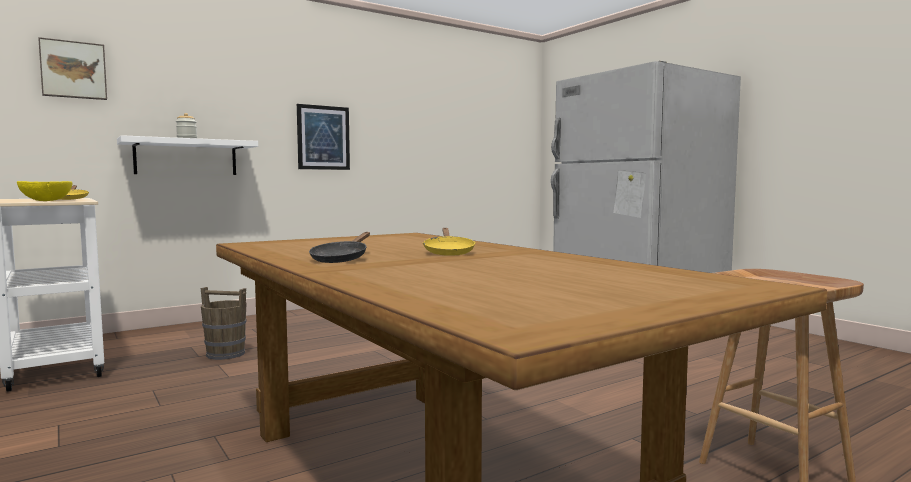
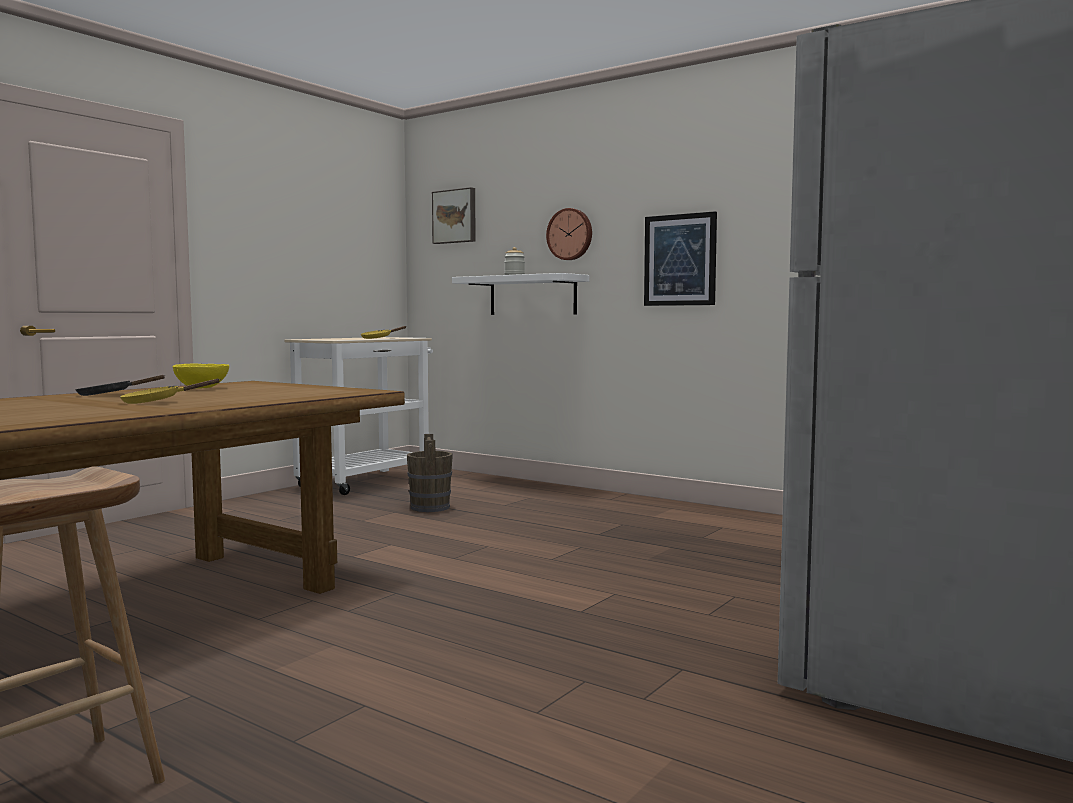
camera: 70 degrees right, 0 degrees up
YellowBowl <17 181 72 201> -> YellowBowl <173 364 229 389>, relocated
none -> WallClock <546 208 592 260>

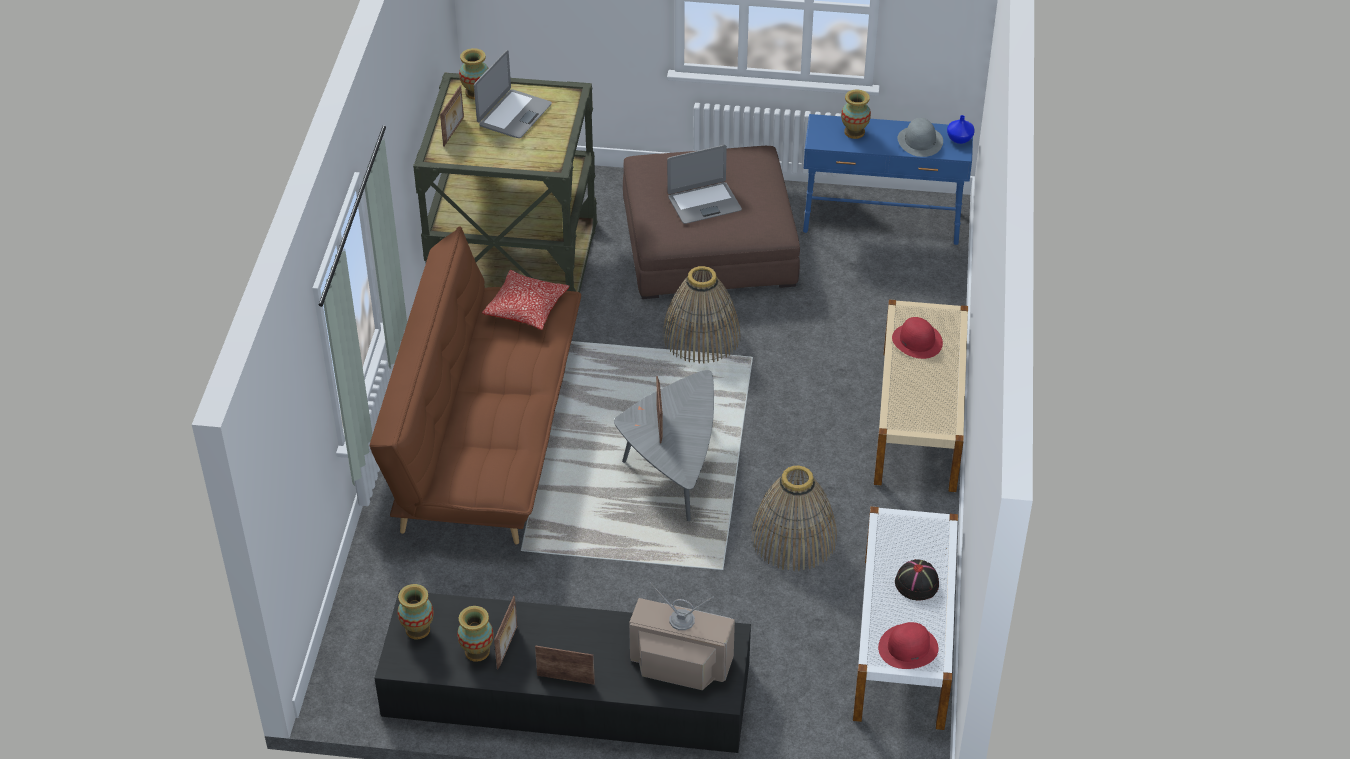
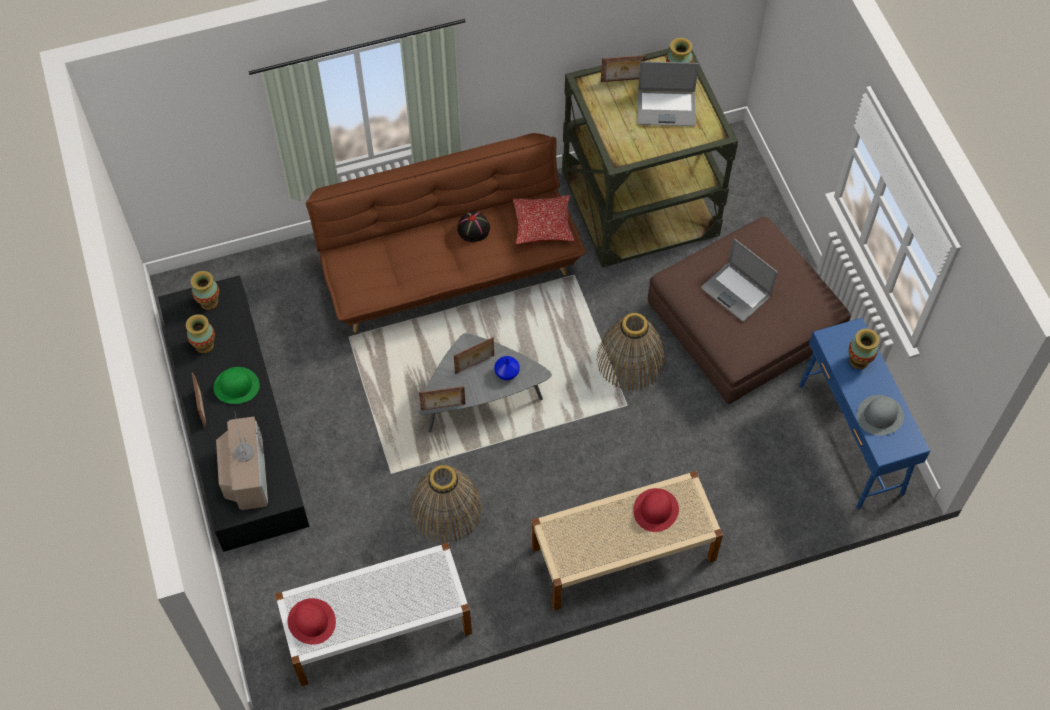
camera: 65 degrees right, 15 degrees up
none -> GreenHat <214 367 260 404>
PictureFrame <494 596 517 669> -> PictureFrame <419 386 465 410>, relocated
BlackHat <895 559 939 601> -> BlackHat <457 211 490 242>, relocated
BlueVase <947 115 975 144> -> BlueVase <494 356 520 380>, relocated

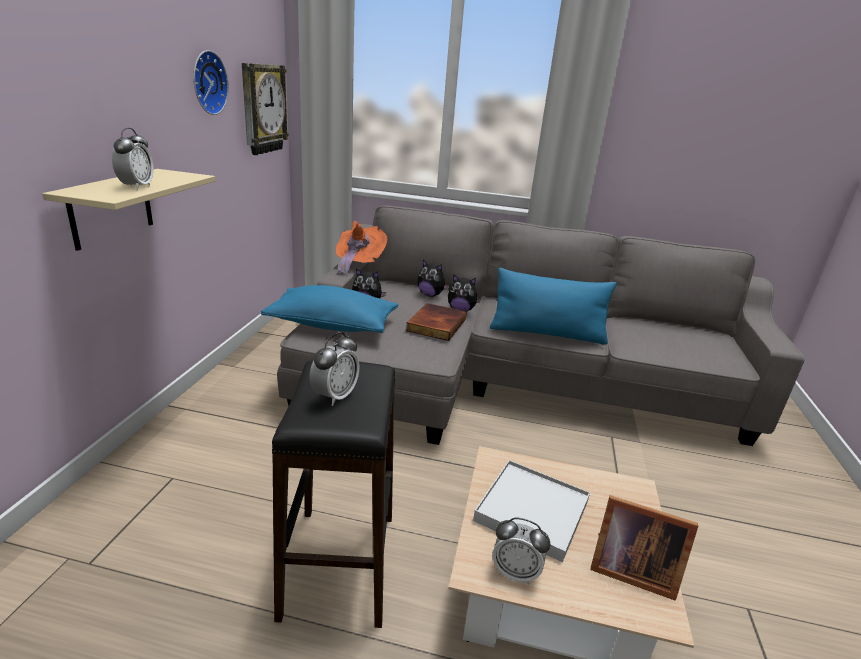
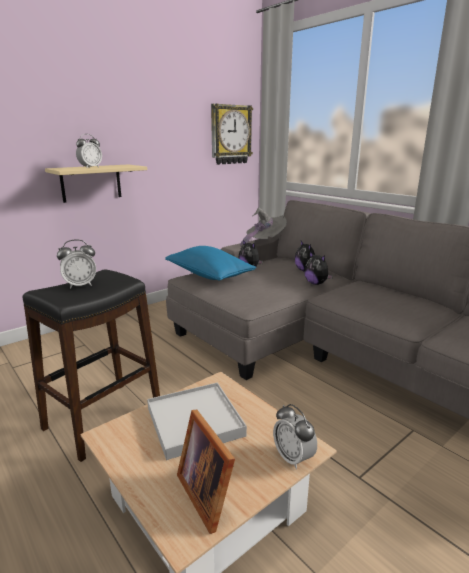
camera: 40 degrees right, 5 degrees down
OrangeHat <336 221 387 276> -> GreyHat <240 207 287 246>
AlarmClock <493 518 550 584> -> AlarmClock <273 404 317 470>, relocated
WallClock <193 50 229 115> -> none
Book <406 303 467 341> -> none
BluePillow <490 268 617 345> -> none

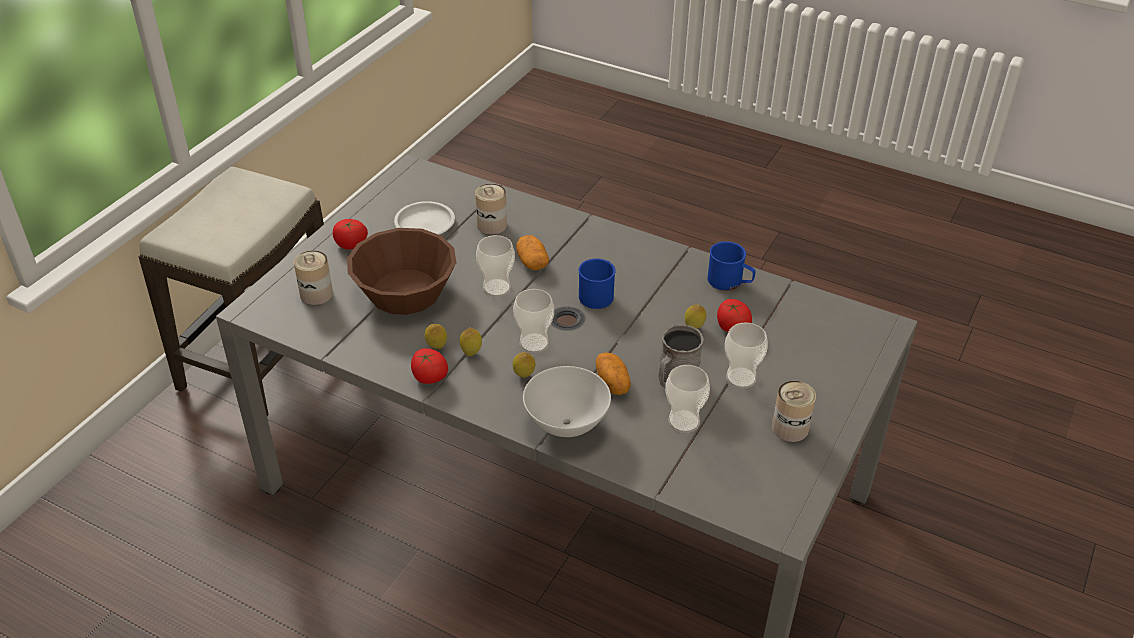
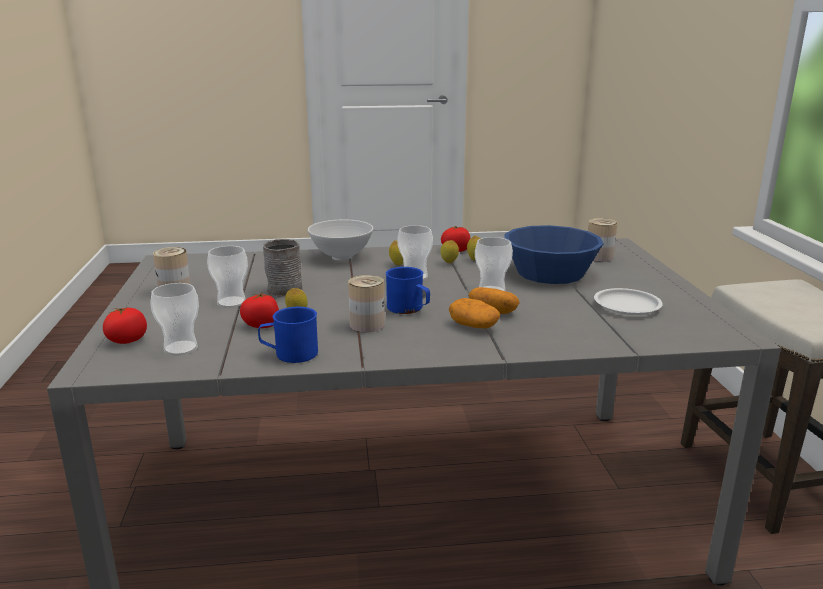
camera: 145 degrees right, 20 degrees down
Tomato <333 219 368 250> -> Tomato <103 307 147 344>, relocated
Cup <665 365 710 433> -> Cup <150 283 199 355>, relocated
Can <475 184 507 234> -> Can <348 275 385 332>, relocated
Potato <596 352 631 395> -> Potato <449 298 500 328>, relocated
BrownBowl <347 228 456 315> -> BlueBowl <504 225 604 284>

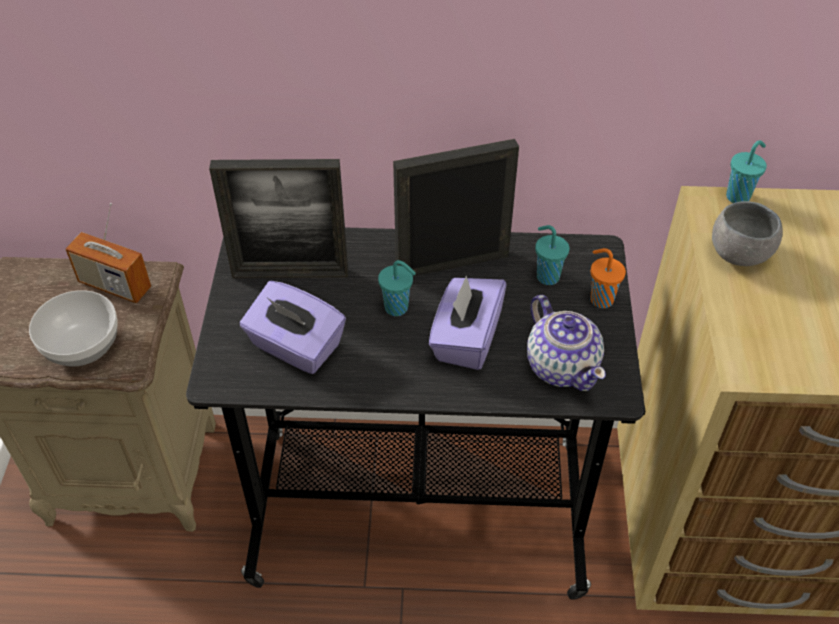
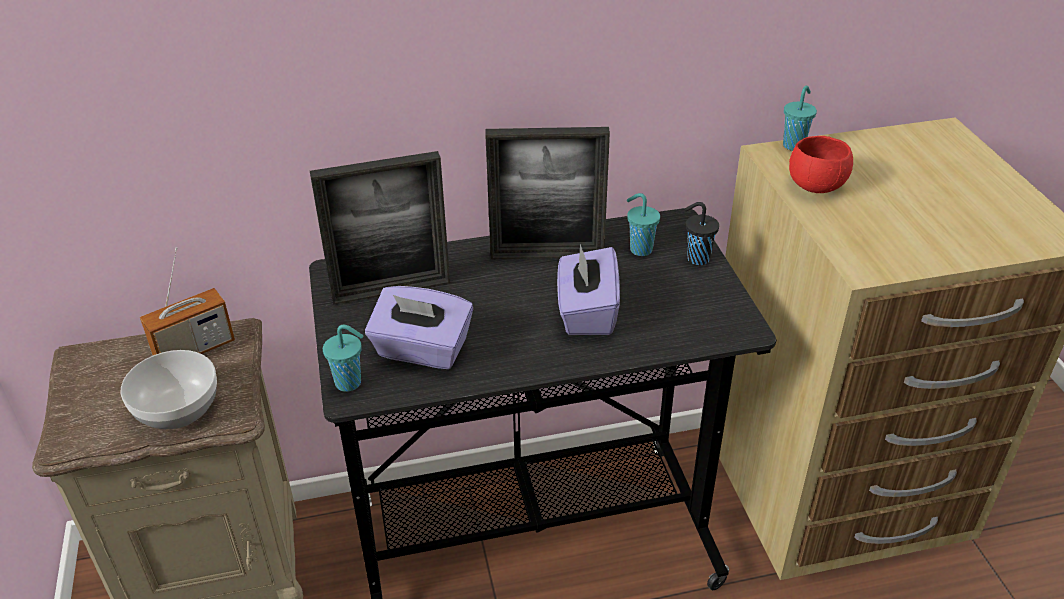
camera: 15 degrees left, 10 degrees down
Radio <66 203 151 303> -> Radio <140 247 235 355>, 45 degrees counterclockwise
TurquoiseCup <378 260 416 316> -> TurquoiseCup <323 325 364 392>, relocated
PictureFrame <393 139 519 276> -> PictureFrame <485 127 610 259>, 150 degrees counterclockwise
OrangeCup <591 248 626 308> -> BlackCup <685 202 719 265>
GreyBowl <712 201 783 266> -> RedBowl <789 136 853 193>
Teapot <527 295 606 391> -> none

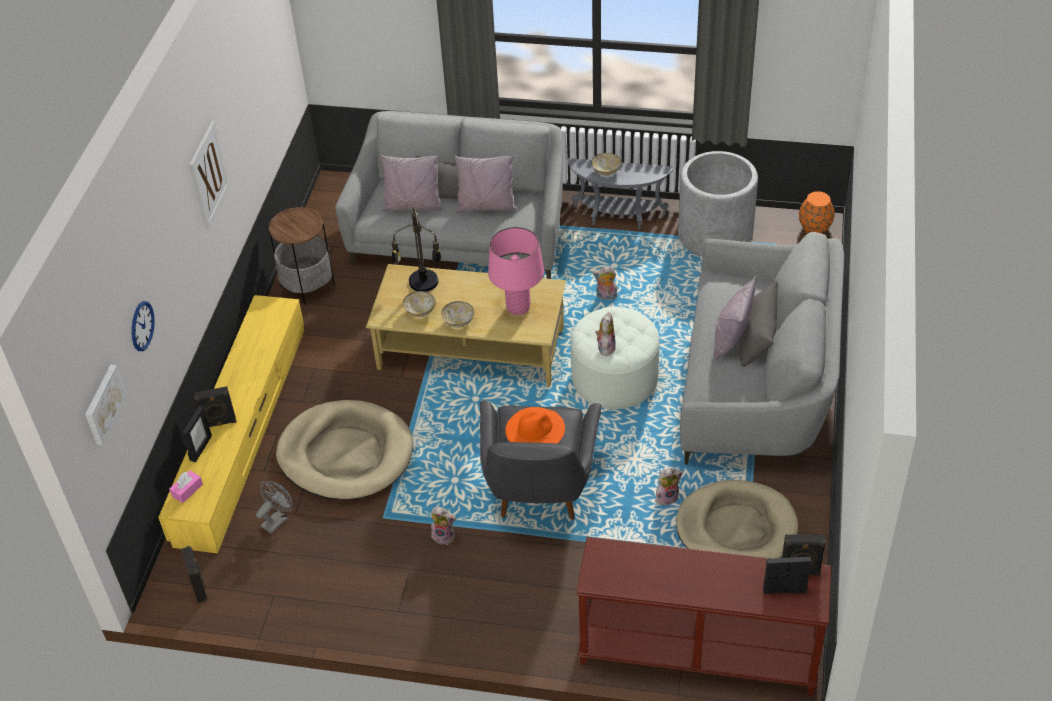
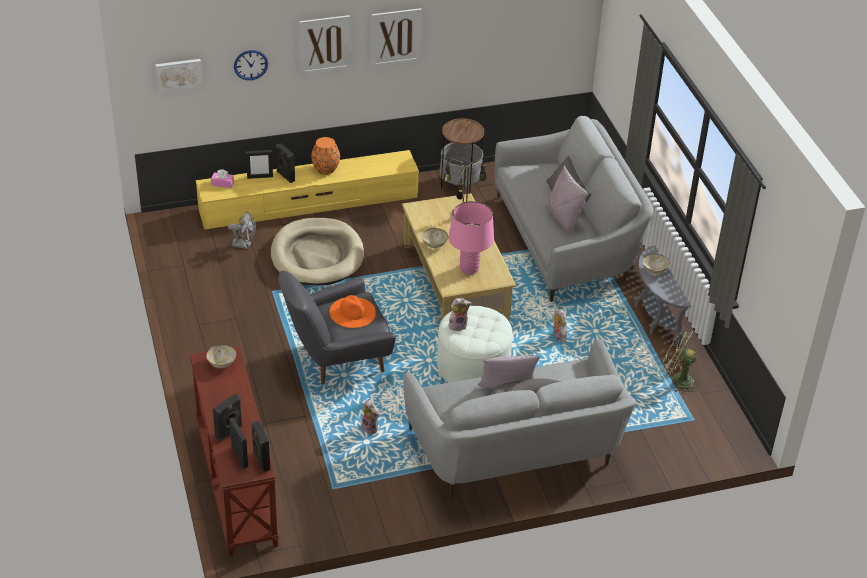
camera: 60 degrees right, 5 degrees down
Bowl <403 291 436 317> -> Bowl <206 344 237 368>, relocated
BlackSpeaker <181 546 207 603> -> BlackSpeaker <213 393 243 441>, relocated
none -> Picture <299 15 350 75>
OrangeVase <799 191 835 234> -> OrangeVase <311 137 340 175>, relocated
GreyPlanter <678 151 758 257> -> GreenFan <661 328 698 395>
PurplePillow <380 155 442 212> -> none
PlushToy <431 507 456 545> -> none
BeigeDogBed <676 480 798 558> -> none

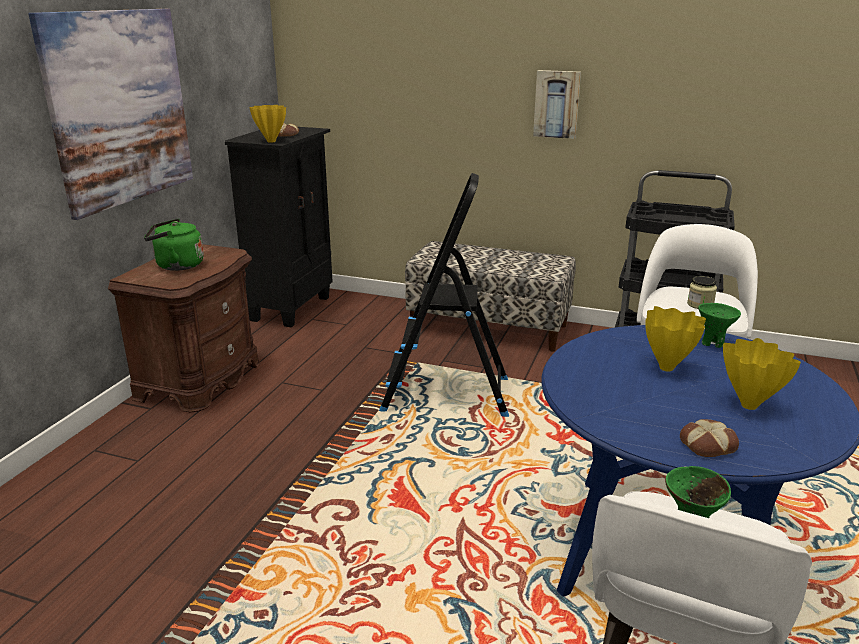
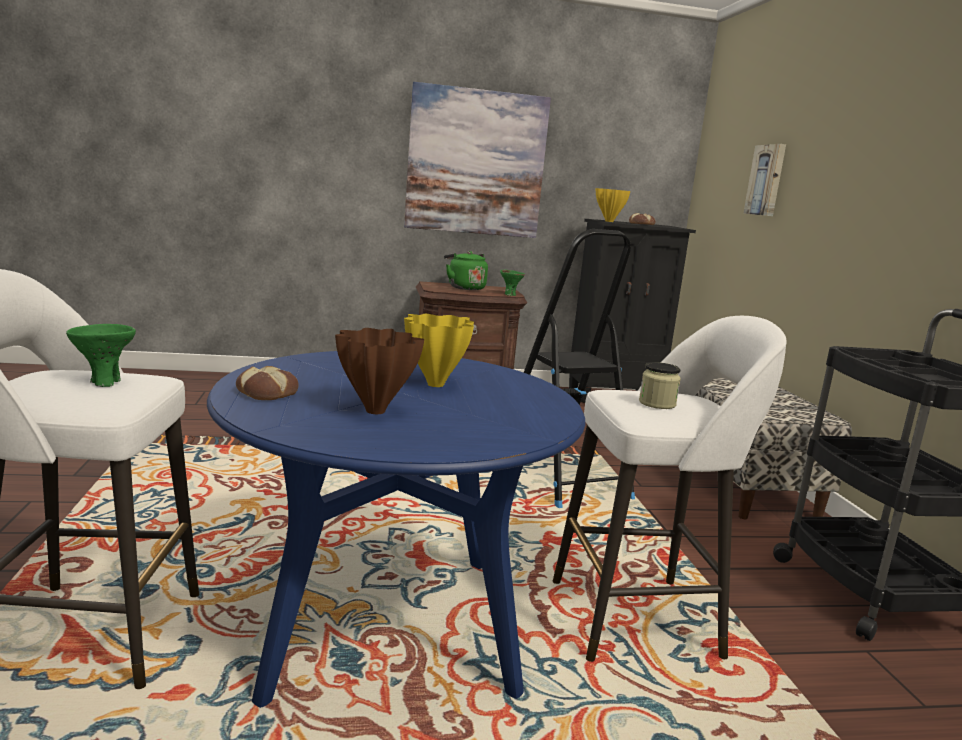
camera: 60 degrees right, 10 degrees down
YellowVase <723 338 801 410> -> BrownVase <335 328 424 414>
GreenBowl <698 303 741 348> -> GreenBowl <500 270 525 296>, relocated
Picture <533 70 581 139> -> Picture <743 144 786 216>, relocated

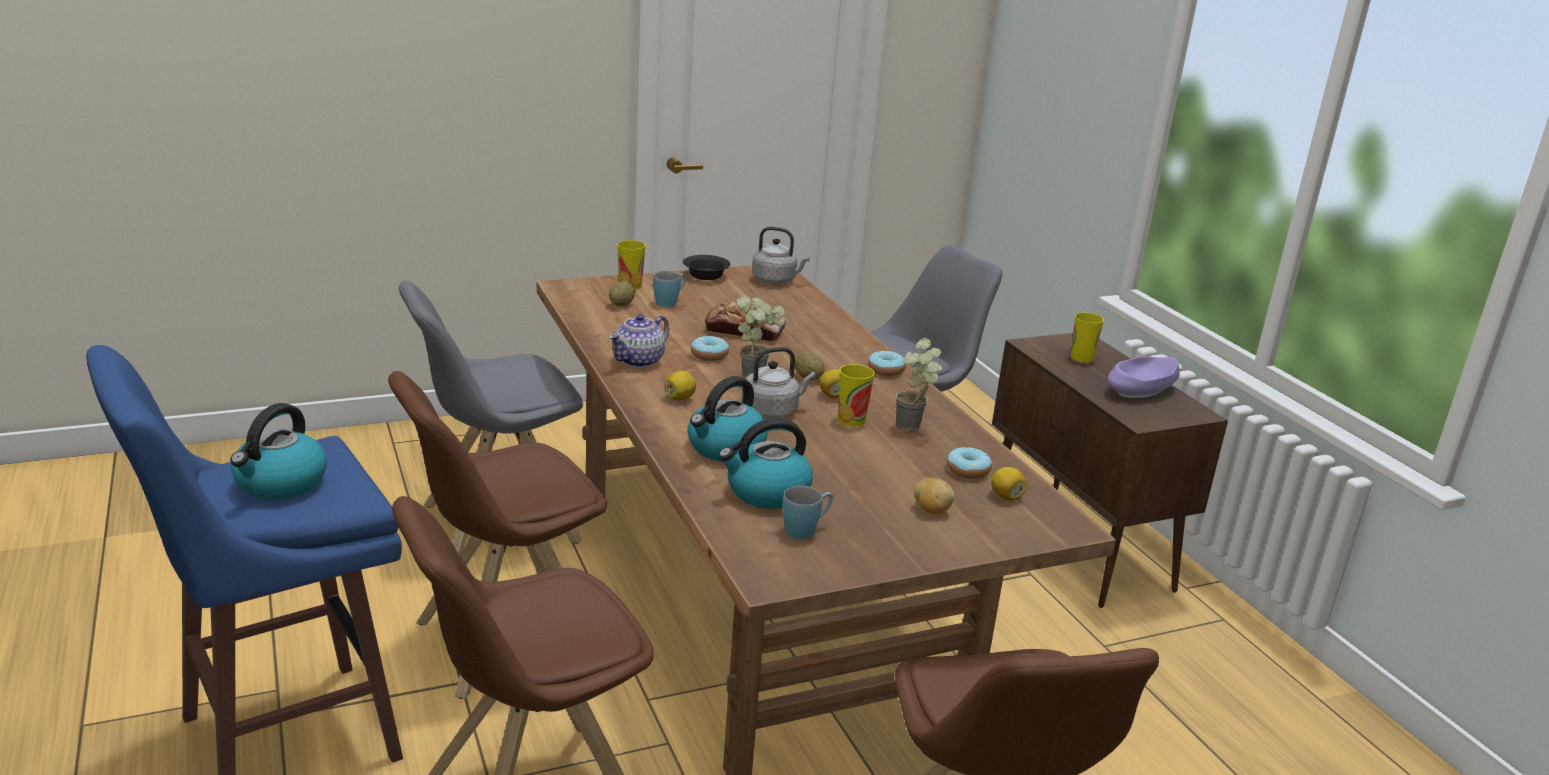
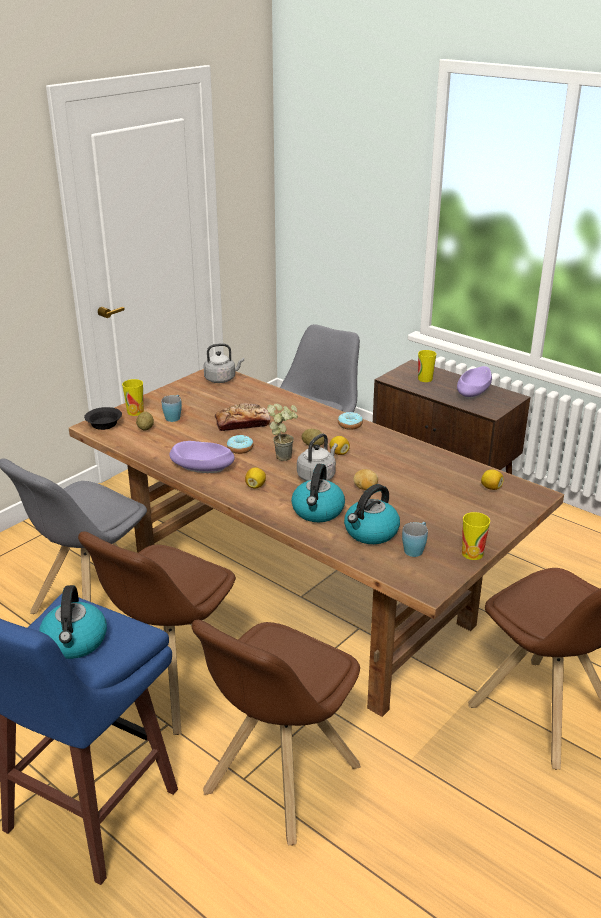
camera: 25 degrees left, 5 degrees up
BlackBowl <683 255 731 280> -> BlackBowl <84 407 122 430>, relocated
Teapot <609 314 669 368> -> PurpleBowl <169 441 235 473>
Potato <914 478 954 514> -> Potato <353 469 378 490>, relocated
Cup <838 364 874 427> -> Cup <462 512 490 560>, relocated
PottedPlant <896 338 942 432> -> none
Donut <947 447 992 479> -> none

